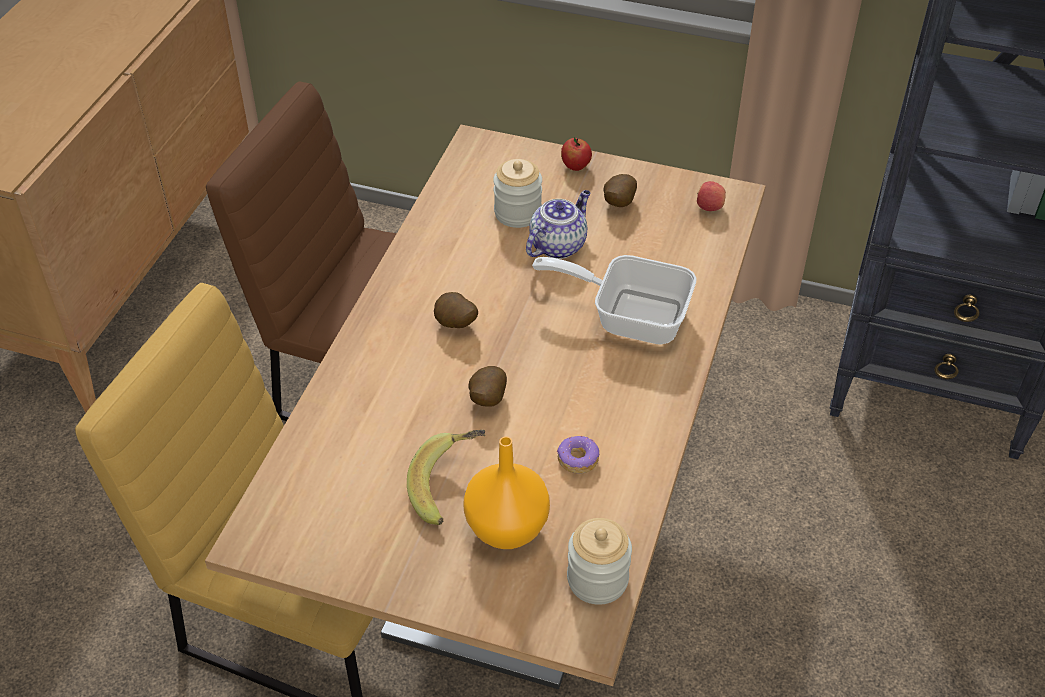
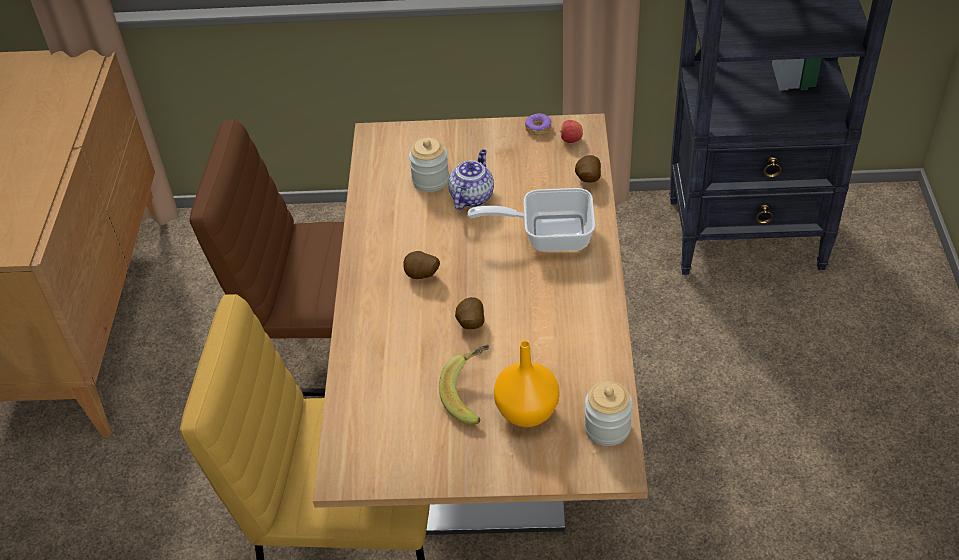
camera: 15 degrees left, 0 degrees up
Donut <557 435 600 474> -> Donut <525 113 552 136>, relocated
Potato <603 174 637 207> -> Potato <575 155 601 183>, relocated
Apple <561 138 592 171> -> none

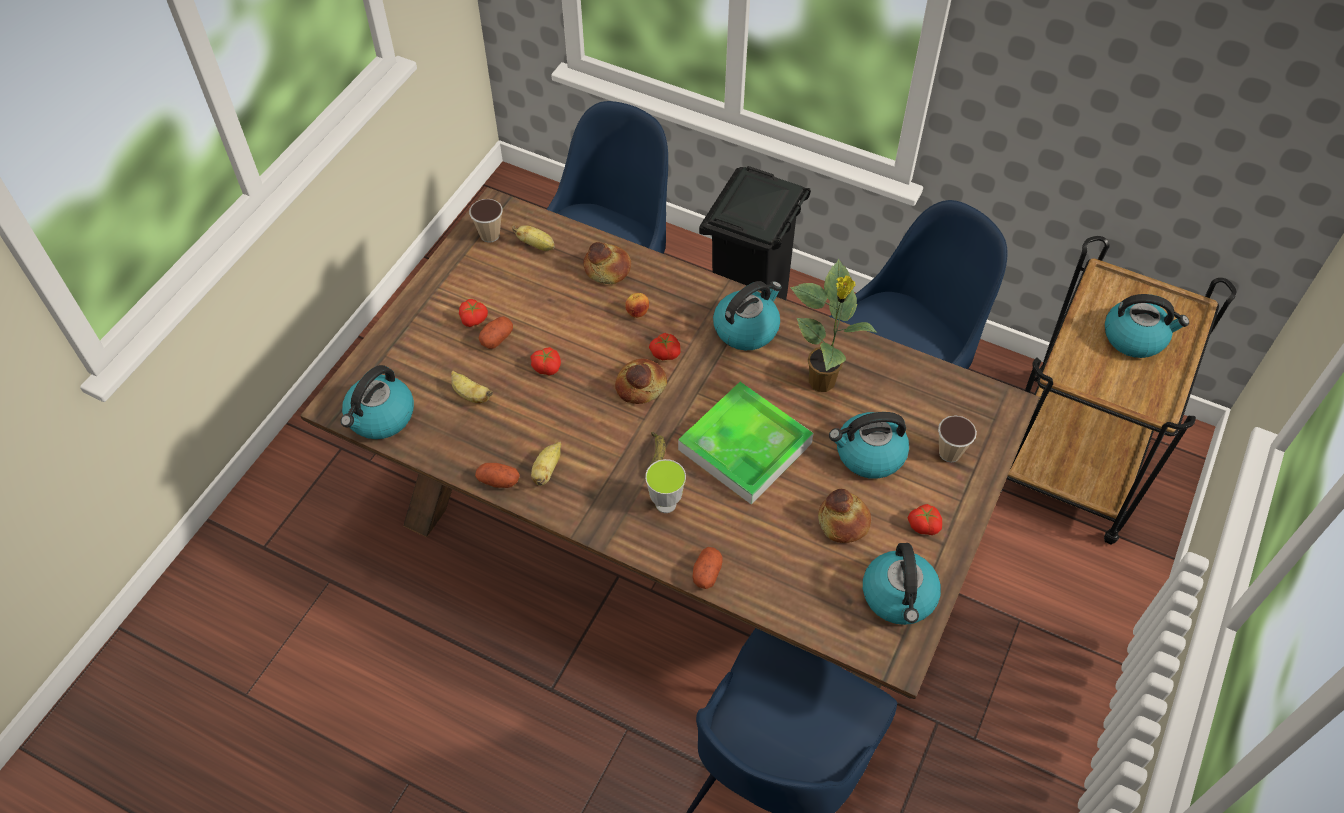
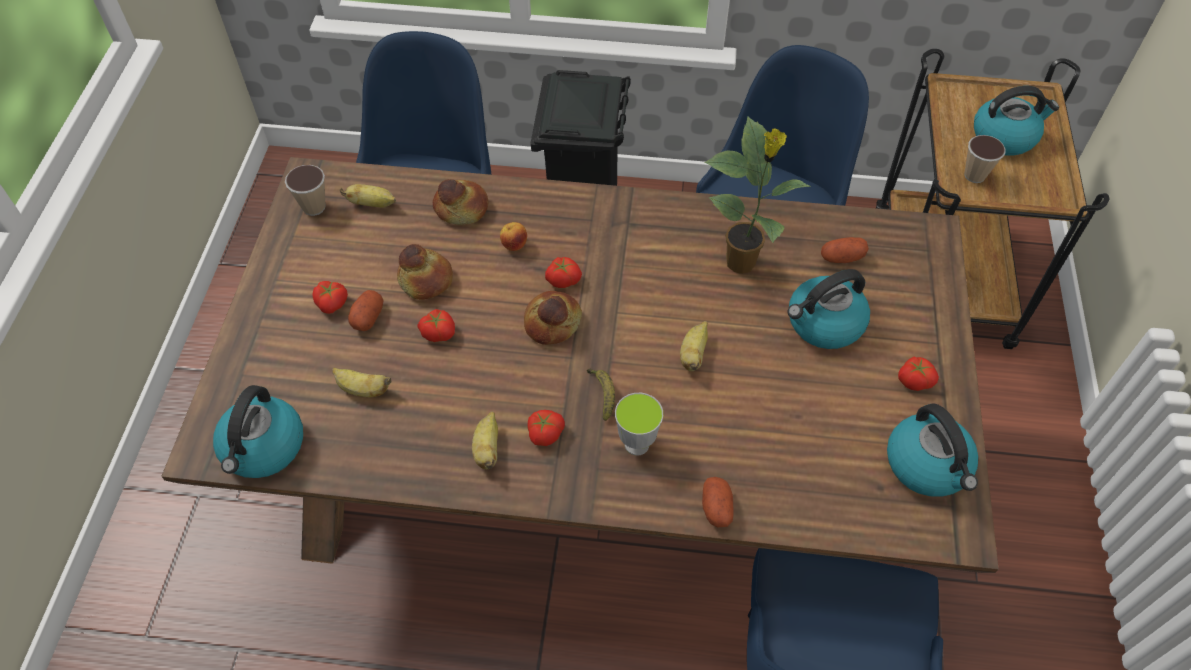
camera: 20 degrees left, 0 degrees up
Bread <818 489 871 543> -> Bread <397 244 453 300>, relocated
none -> Tomato <528 410 565 446>
Tray <678 382 814 504> -> Banana <680 321 708 371>
Potato <475 463 520 488> -> Potato <821 237 869 263>, relocated
Cup <938 415 977 462> -> Cup <964 135 1006 183>, relocated
Kettle <713 281 782 350> -> none

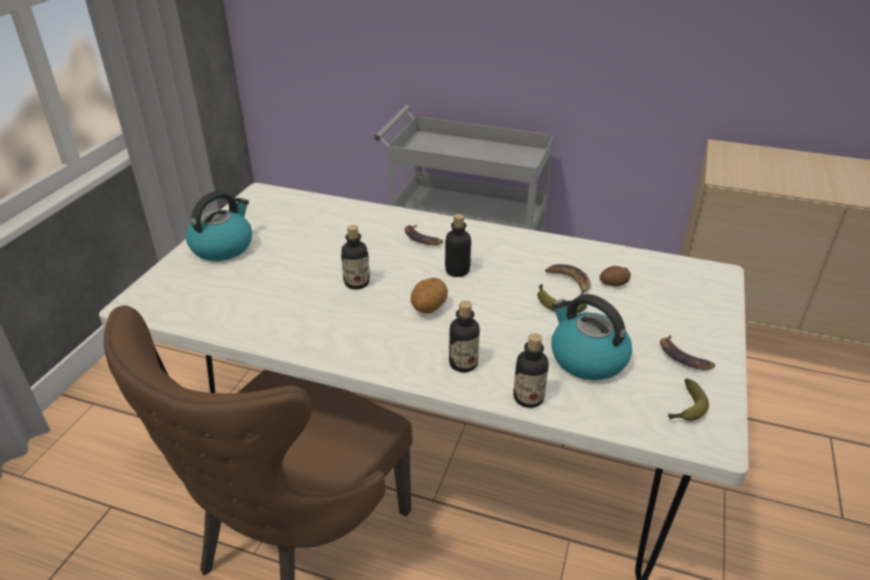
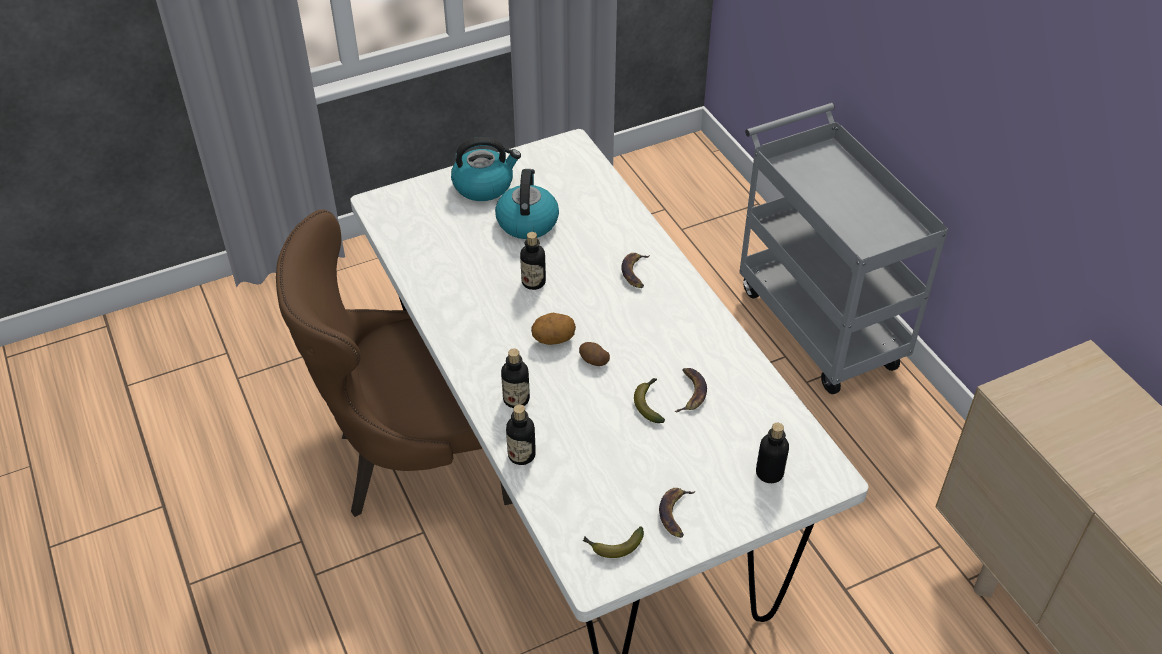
camera: 45 degrees right, 10 degrees up
Kettle <551 294 632 380> -> Kettle <495 169 559 239>, relocated
Potato <600 266 631 286> -> Potato <579 342 610 366>, relocated
Bottle <445 214 471 277> -> Bottle <756 423 789 483>, relocated

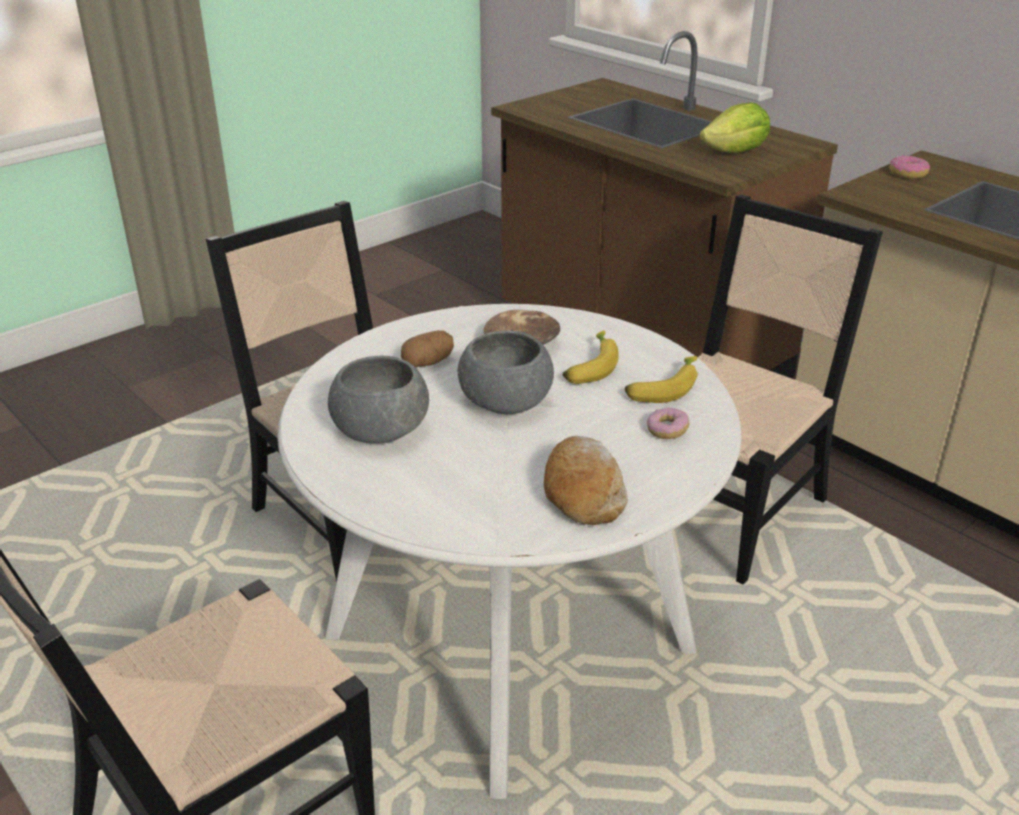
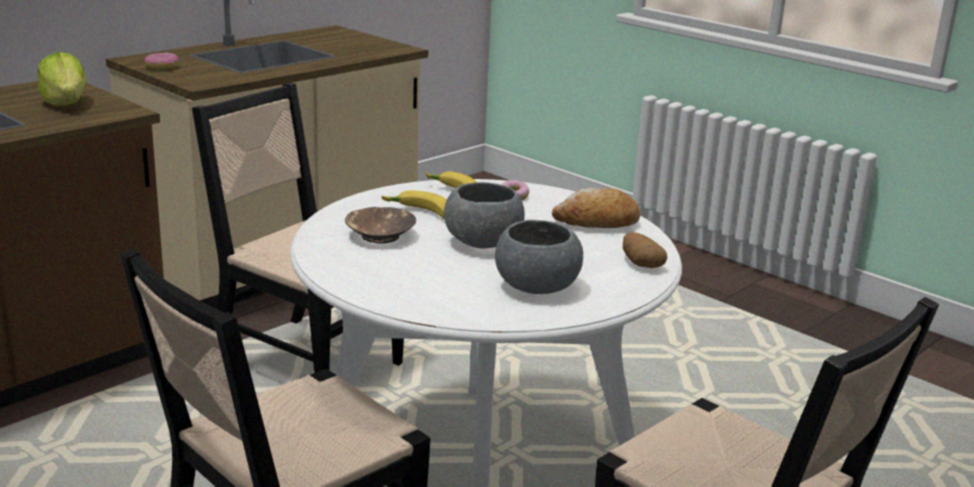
camera: 95 degrees left, 10 degrees down
Potato <401 330 454 367> -> Potato <623 232 667 268>, relocated

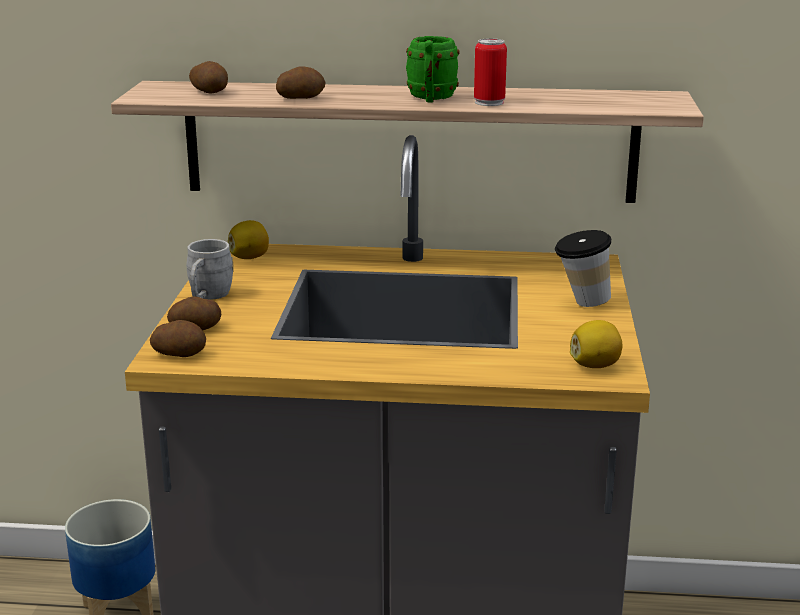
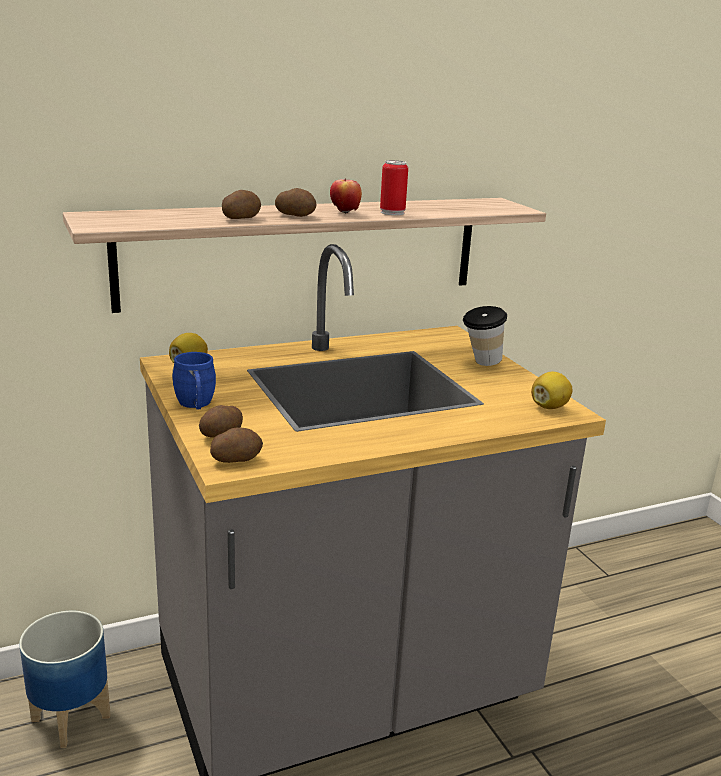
camera: 30 degrees left, 0 degrees up
GreyMug <186 239 234 300> -> BlueMug <172 352 216 410>
Potato <189 61 228 93> -> Potato <275 188 317 217>, relocated
GreenMug <406 36 460 103> -> Apple <330 179 362 214>

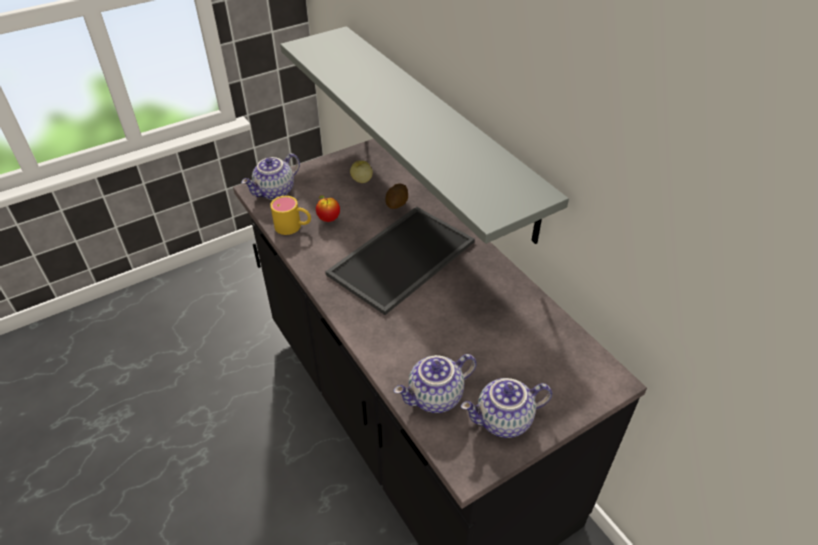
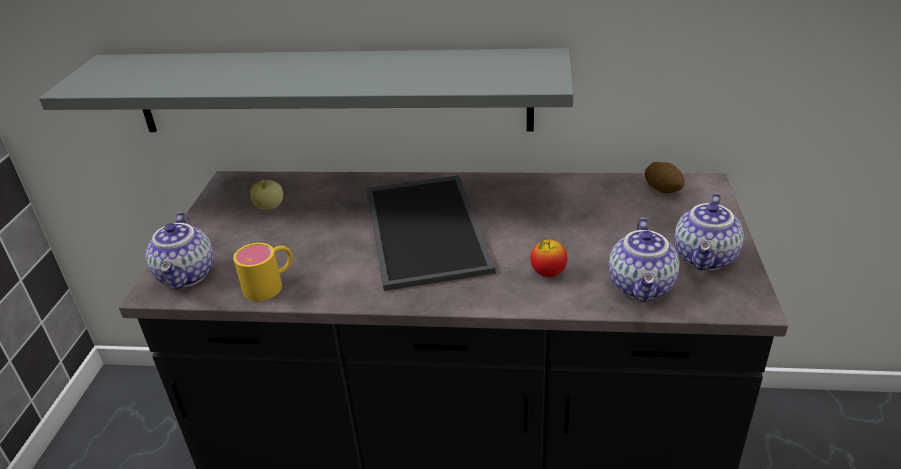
camera: 50 degrees left, 10 degrees down
Apple <316 195 340 222> -> Apple <530 240 568 277>, relocated
Potato <385 183 408 209> -> Potato <645 162 684 193>, relocated

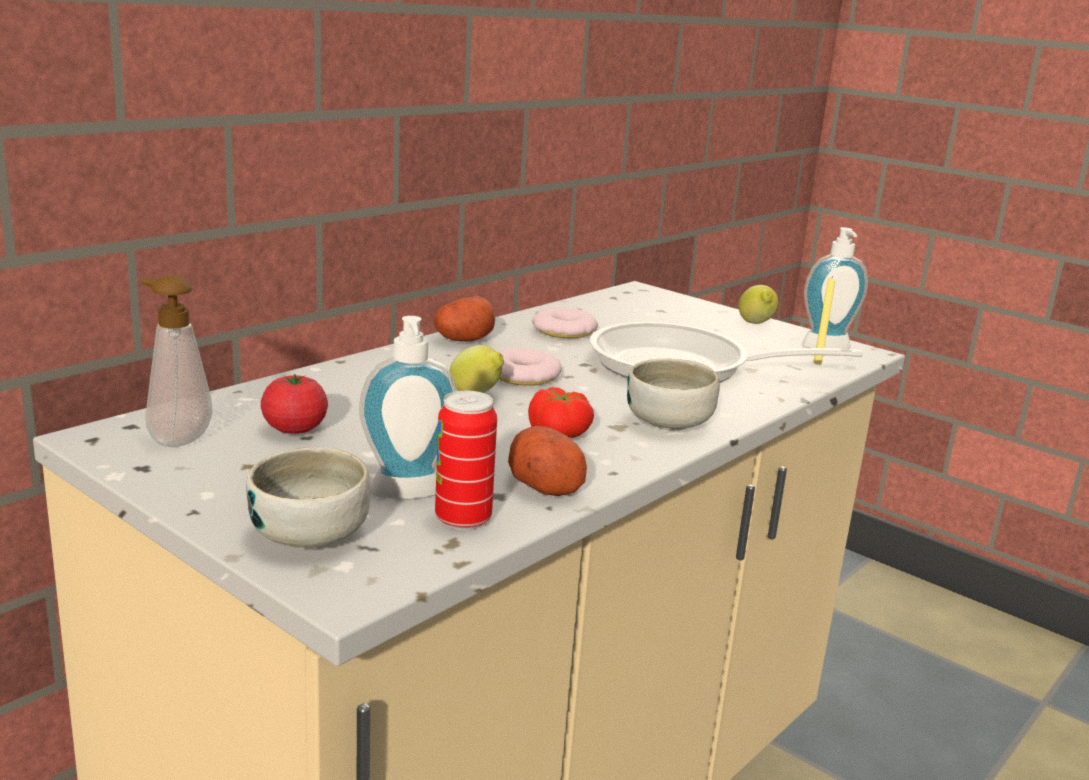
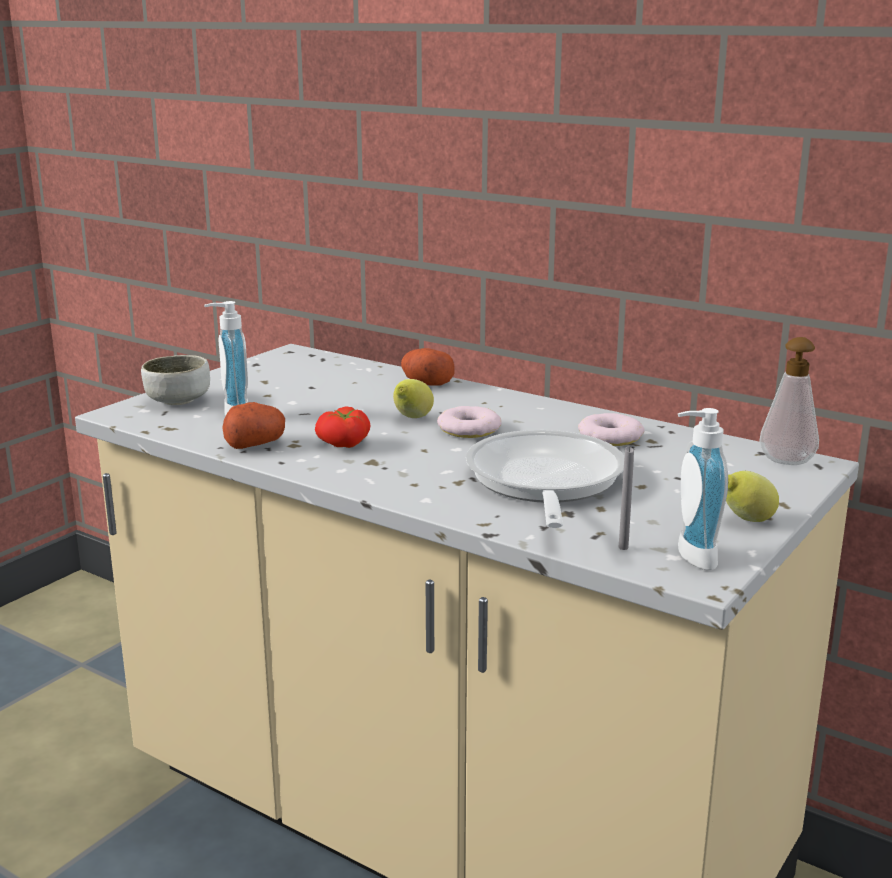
camera: 85 degrees right, 0 degrees up
Potato <433 296 495 342> -> Potato <401 348 455 386>, relocated
YellowCandle <814 276 835 365> -> GreyCandle <619 447 634 550>
SoapDispenser <141 275 212 447> -> SoapDispenser <760 337 819 465>, relocated
Tomato <261 374 328 434> -> none
Can <435 391 497 530> -> none
Bowl <627 359 720 430> -> none

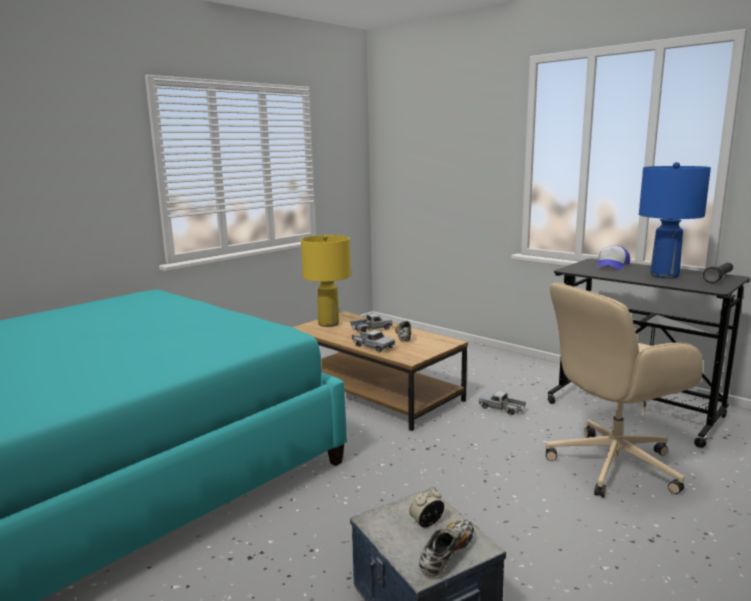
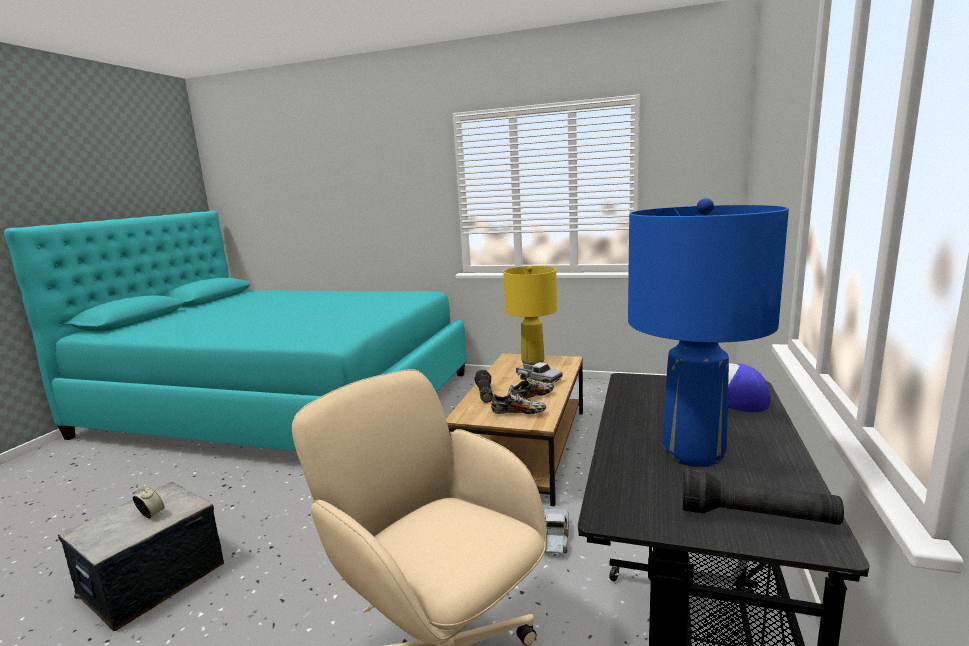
camera: 65 degrees right, 0 degrees up
ToyTruck <352 330 395 353> -> Flashlight <474 370 493 403>
Shoe <419 520 474 577> -> Shoe <491 393 546 414>, relocated

